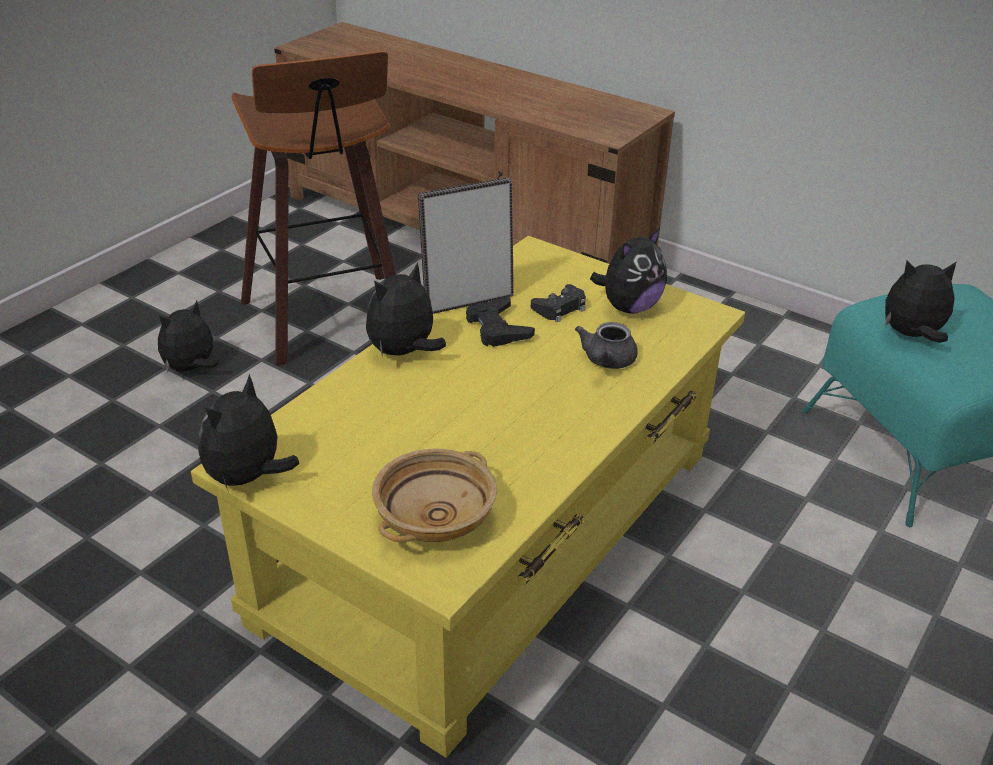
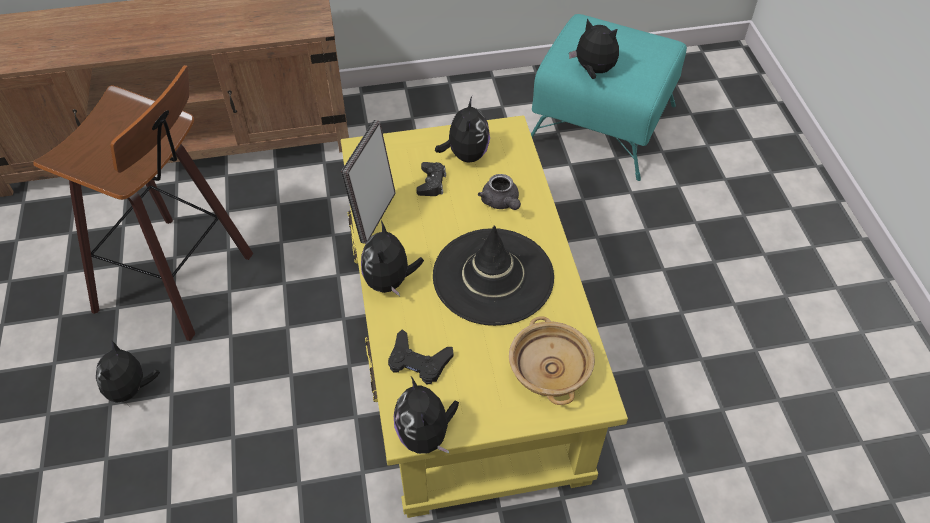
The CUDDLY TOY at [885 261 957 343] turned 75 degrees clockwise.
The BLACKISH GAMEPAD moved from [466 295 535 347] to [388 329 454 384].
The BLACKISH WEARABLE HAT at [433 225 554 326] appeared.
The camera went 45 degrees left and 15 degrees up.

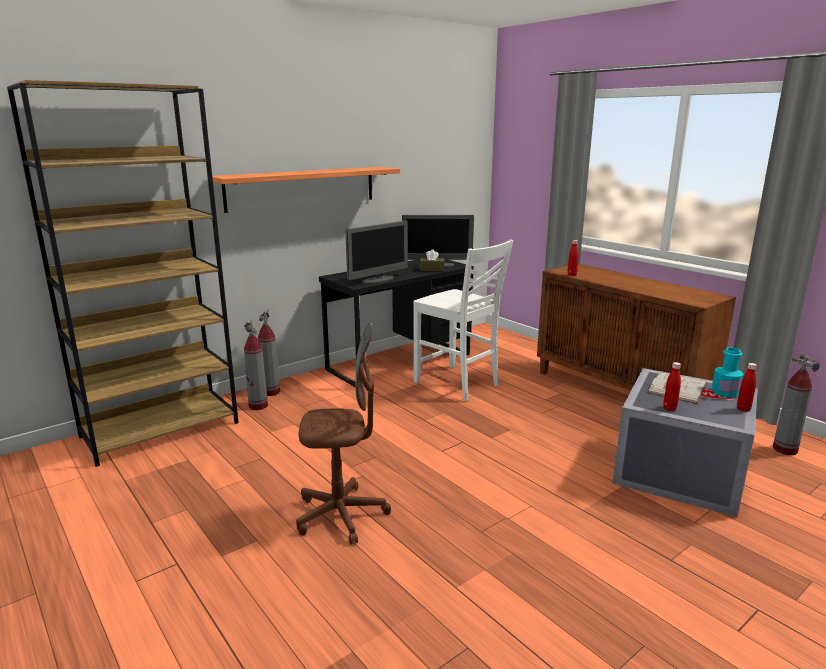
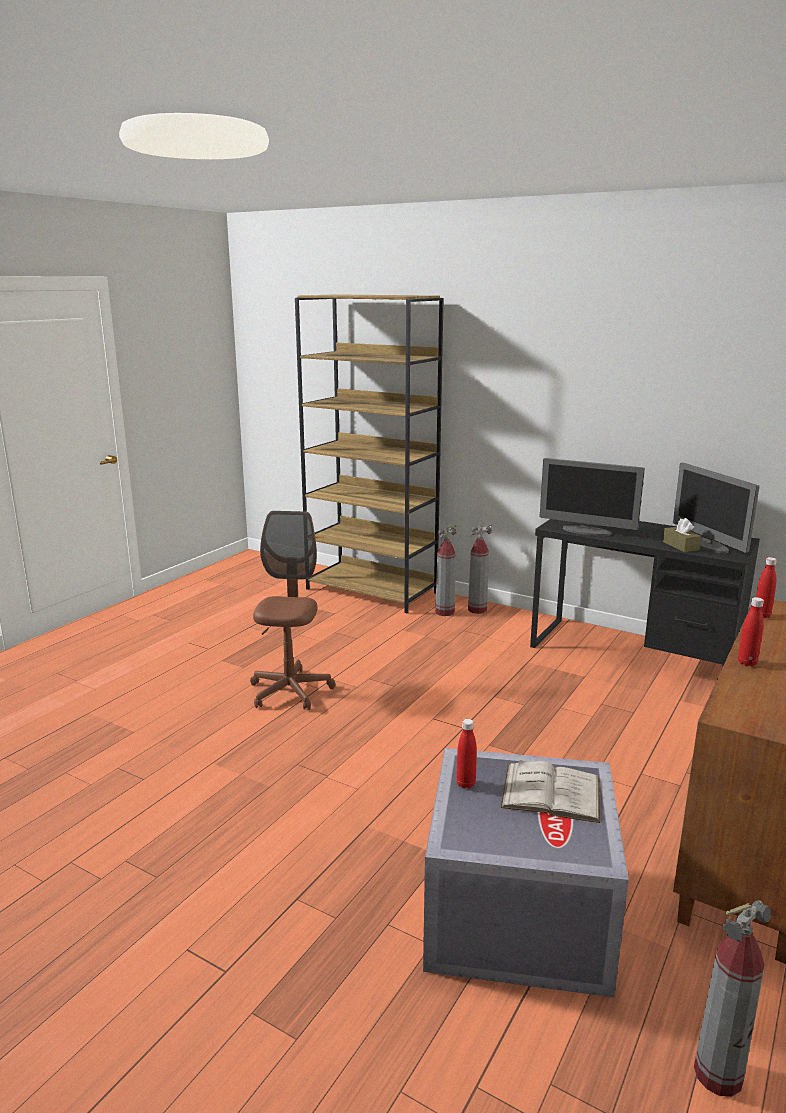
The BRACKET SHELF at [207 167 400 213] disappeared.
The WHITE-COLOURED PLAIN CHAIR at [413 240 513 401] disappeared.
The BROWNISH COMPUTER CHAIR at [296 322 391 545] turned 150 degrees counterclockwise.
The TURQUOISE-COLOURED BEVERAGE BOTTLE at [712 347 744 398] disappeared.
The REDDISH BEVERAGE BOTTLE moved from [737 363 757 412] to [738 597 764 666].
The camera went 70 degrees right and 0 degrees up.

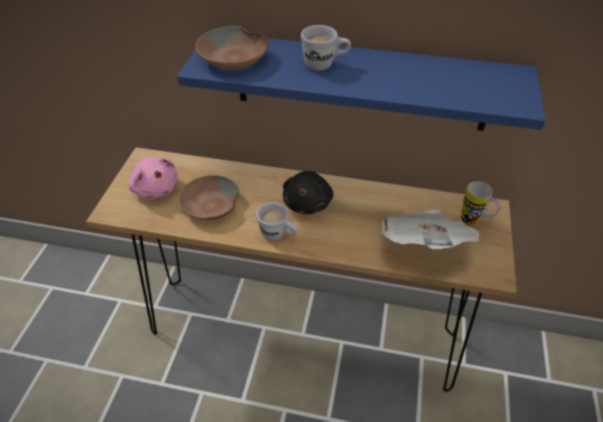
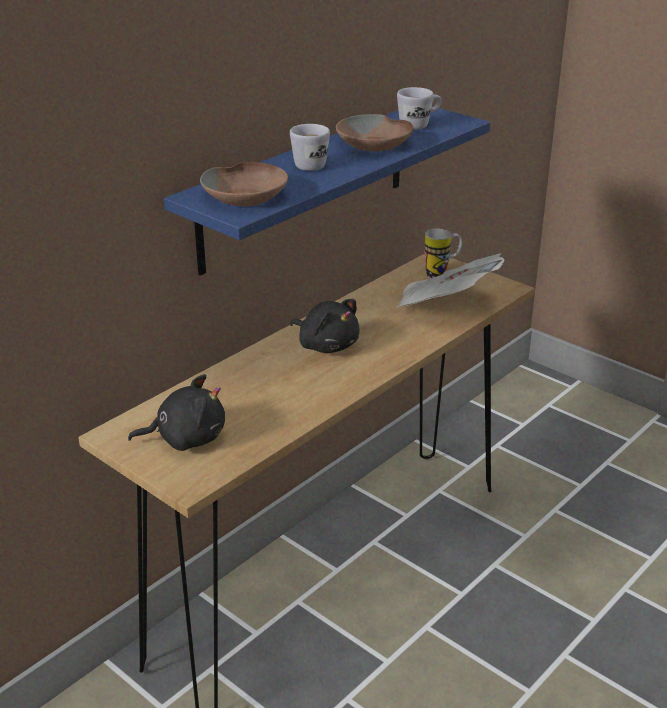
The PINKISH CUDDLY TOY at [128 157 178 200] became the BLACKISH CUDDLY TOY at [128 374 225 451].
The BROWNISH DEEP DISH moved from [179 175 240 220] to [336 114 414 151].
The WHITE-COLOURED MUG moved from [256 202 298 241] to [397 87 442 130].
The camera went 60 degrees left and 15 degrees down.

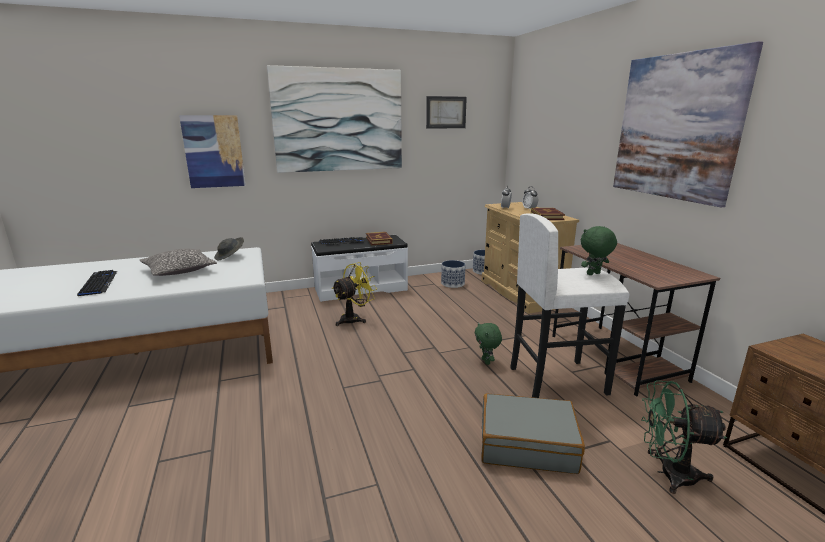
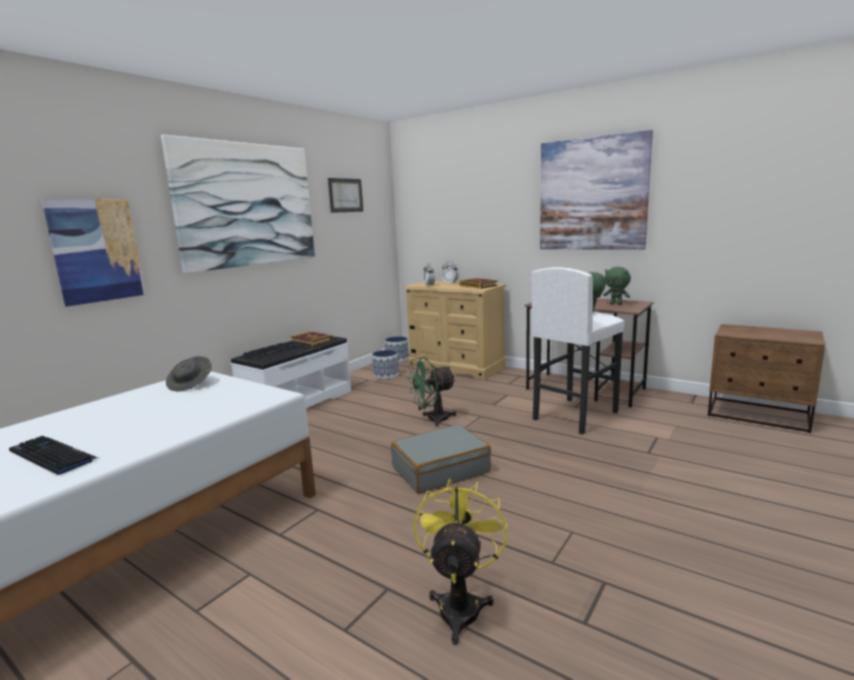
The CUSHION at [140 249 217 276] disappeared.
The YELLOW ELECTRIC FAN moved from [332 262 377 326] to [414 479 507 645].
The GREEN-COLOURED CUDDLY TOY moved from [475 322 502 365] to [603 267 631 305].
The GREEN-COLOURED ELECTRIC FAN moved from [641 380 727 494] to [407 357 456 427].
The GREYISH PIECE OF LUGGAGE moved from [481 393 585 474] to [391 424 491 494].
The camera went 35 degrees left and 5 degrees down.

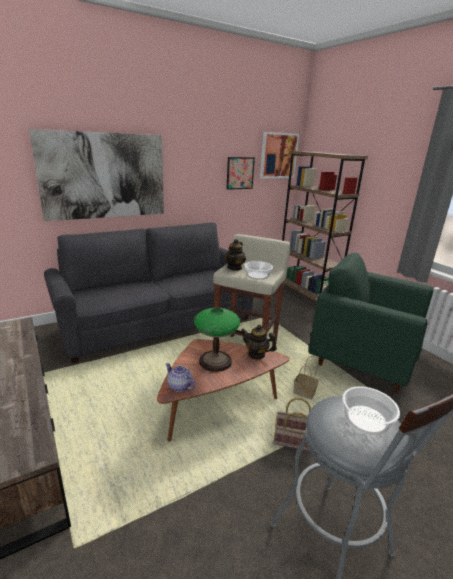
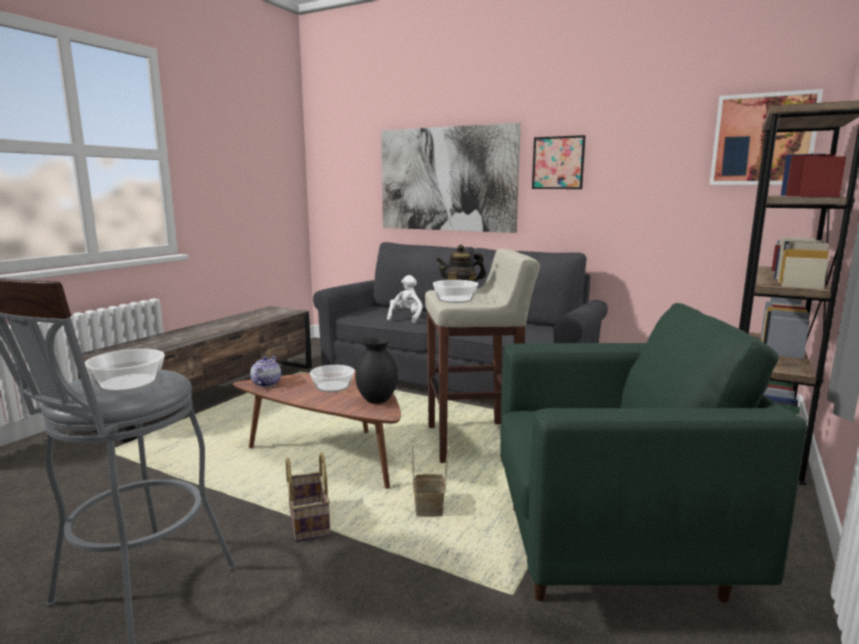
The PICTURE moved from [227 157 255 190] to [532 135 586 189].
The GREEN-COLOURED ARMCHAIR at [309 253 433 393] turned 90 degrees clockwise.
The TABLETOP LAMP at [194 308 240 372] was replaced by the DEEP DISH at [310 365 355 393].
The TEAPOT at [242 325 277 360] was replaced by the BLACKISH DECORATIVE VASE at [355 337 398 404].
The WHITE-COLOURED CUDDLY TOY at [387 275 423 323] appeared.
The camera went 60 degrees right and 10 degrees down.

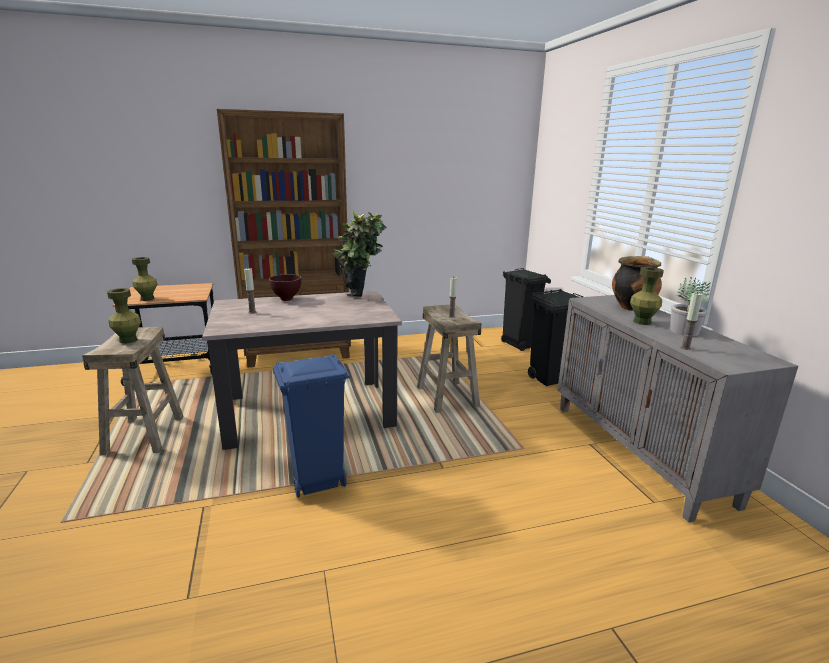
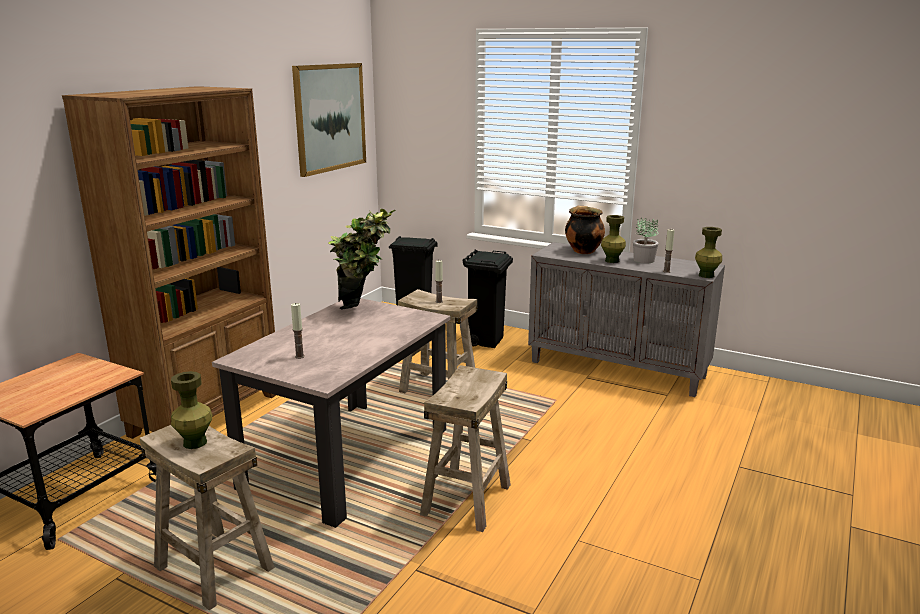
The GREEN-COLOURED DECORATIVE VASE moved from [132 257 157 301] to [695 227 722 278].
The BROWNISH DEEP DISH at [269 274 301 301] disappeared.
The BLUISH RUBBISH BIN at [273 354 350 498] was replaced by the BEIGE-COLOURED STOOL SEAT at [420 365 511 532].
The PICTURE at [292 63 366 177] appeared.
The camera went 45 degrees left and 0 degrees up.

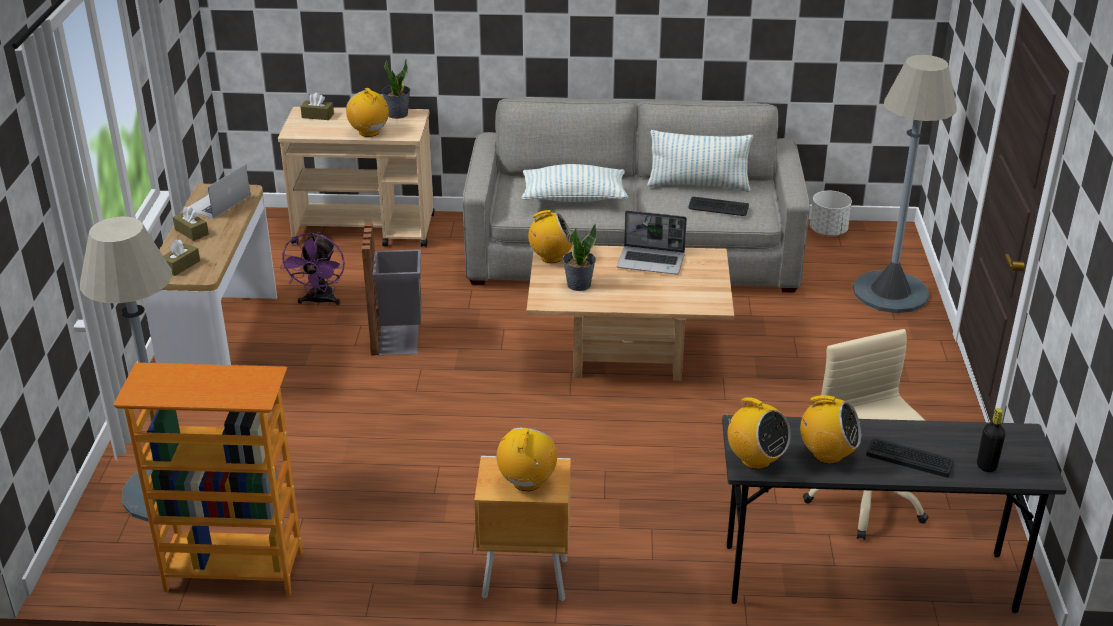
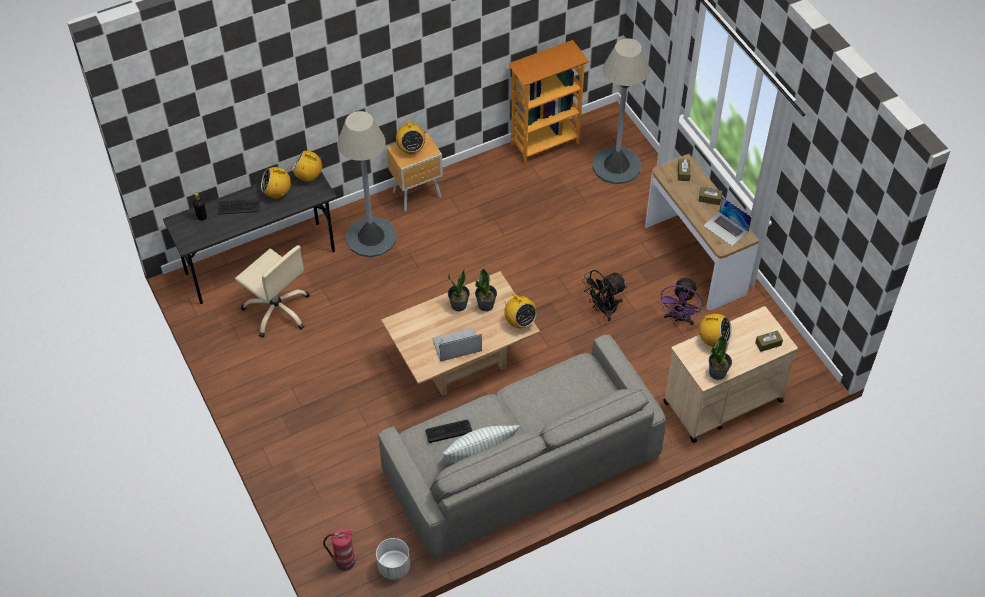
The GREYISH STANDARD LAMP moved from [853 55 957 313] to [337 111 396 257].
The NOTEBOOK COMPUTER at [189 164 251 219] turned 135 degrees clockwise.
The CUSHION at [521 164 629 202] disappeared.
The RADIO SET at [528 210 573 263] turned 90 degrees counterclockwise.
The GREYISH RUBBISH BIN at [362 222 422 356] was replaced by the BLACKISH ELECTRIC FAN at [582 270 627 321].
The PURPLISH ELECTRIC FAN at [280 232 345 306] turned 135 degrees counterclockwise.
The POTTED PLANT at [448 270 470 311] appeared.
The EXTINGUISHER at [323 529 355 571] appeared.
The camera went 150 degrees right and 20 degrees up.

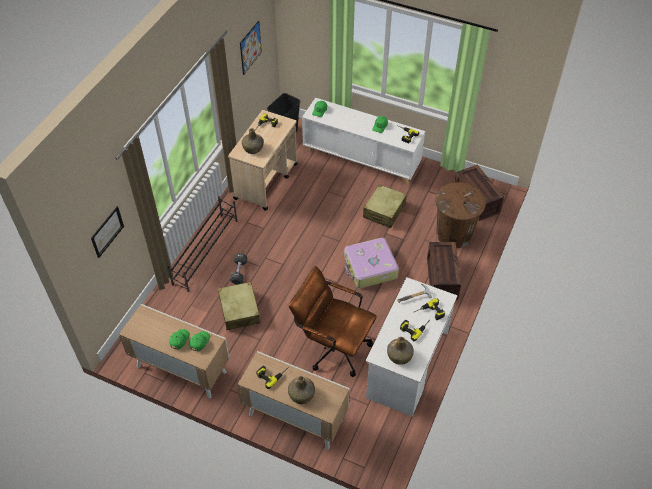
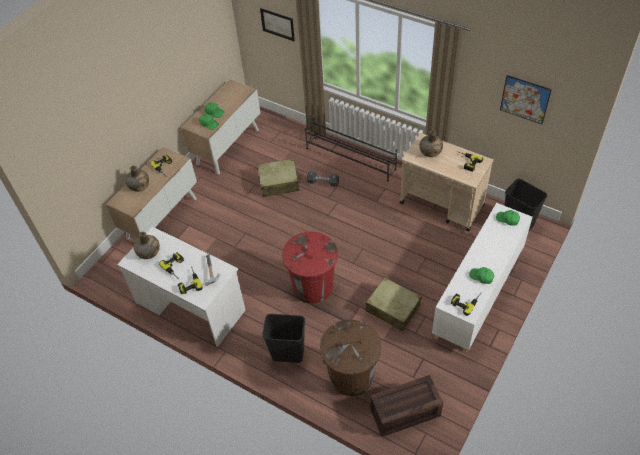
The PIECE OF LUGGAGE at [344 238 399 288] was replaced by the REDDISH RUBBISH BIN at [282 232 338 303].
The CRATE at [427 242 461 300] was replaced by the BLACKISH RUBBISH BIN at [262 314 305 363].
The BROWNISH COMPUTER CHAIR at [289 266 377 377] disappeared.
The camera went 100 degrees right and 0 degrees up.

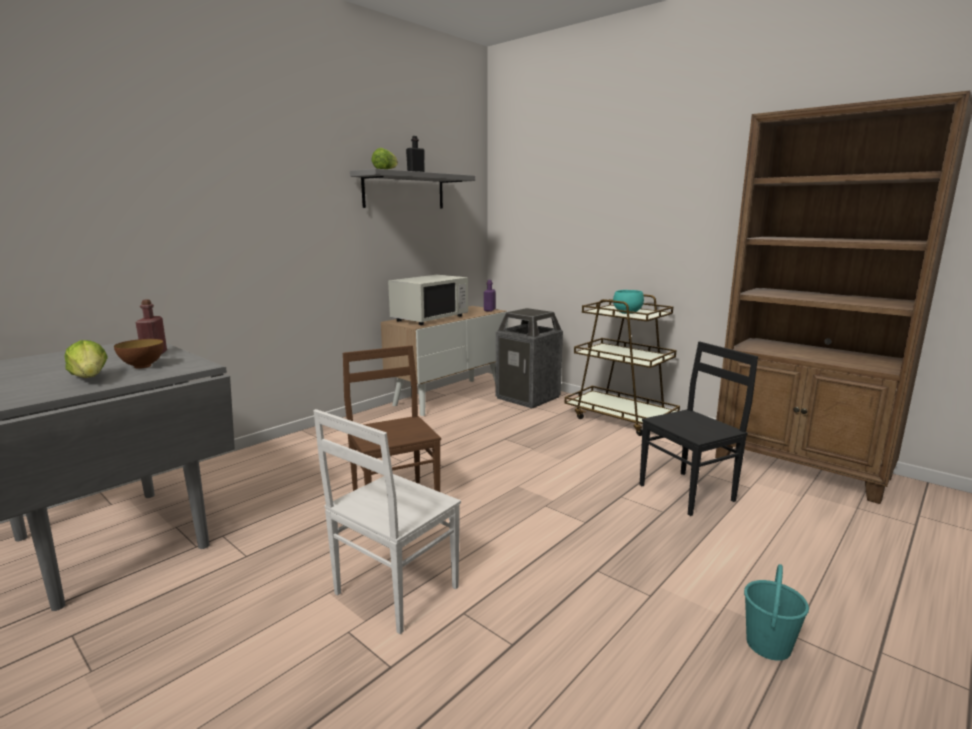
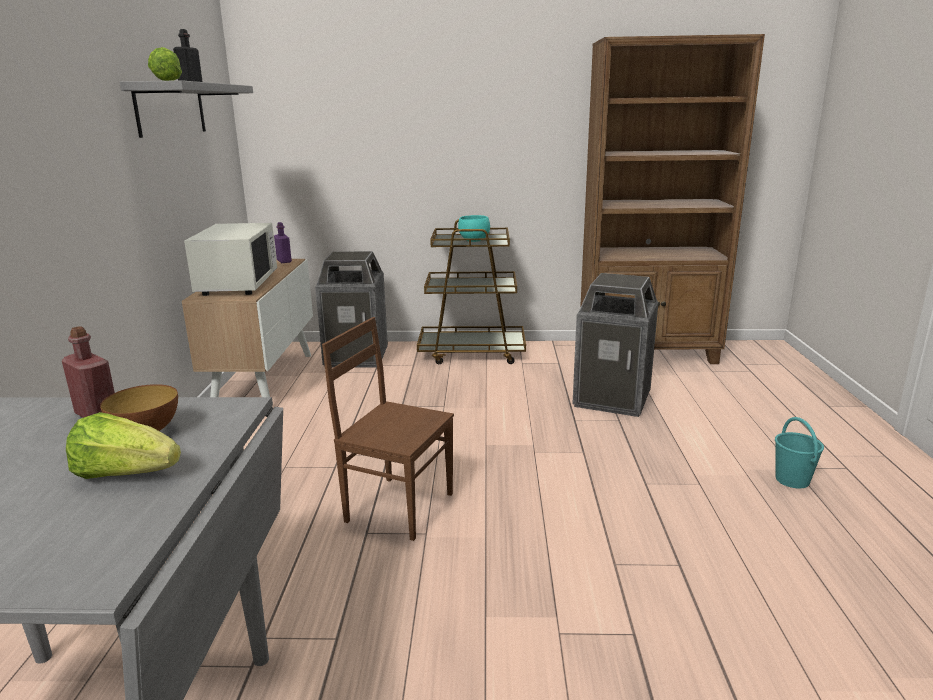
The BLACKISH PLAIN CHAIR at [640 342 758 516] was replaced by the RUBBISH BIN at [572 273 658 417].
The WHITE-COLOURED PLAIN CHAIR at [313 409 461 634] disappeared.
The camera went 40 degrees left and 5 degrees up.

